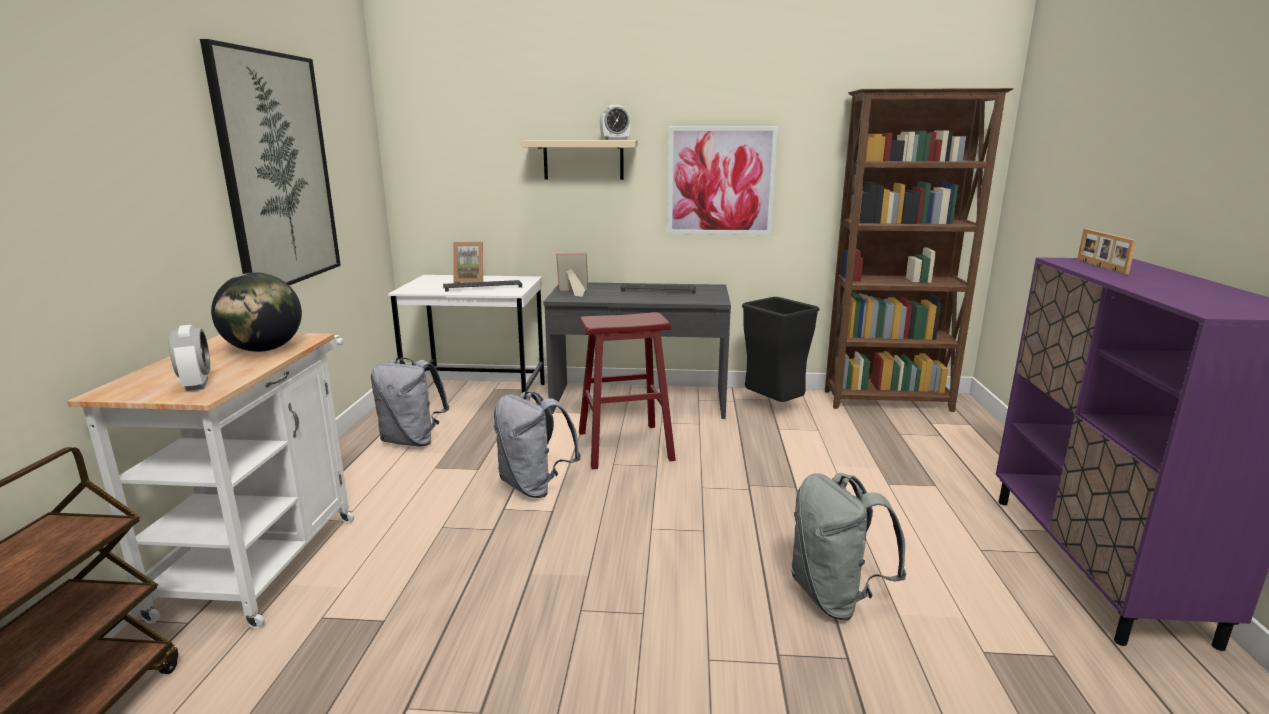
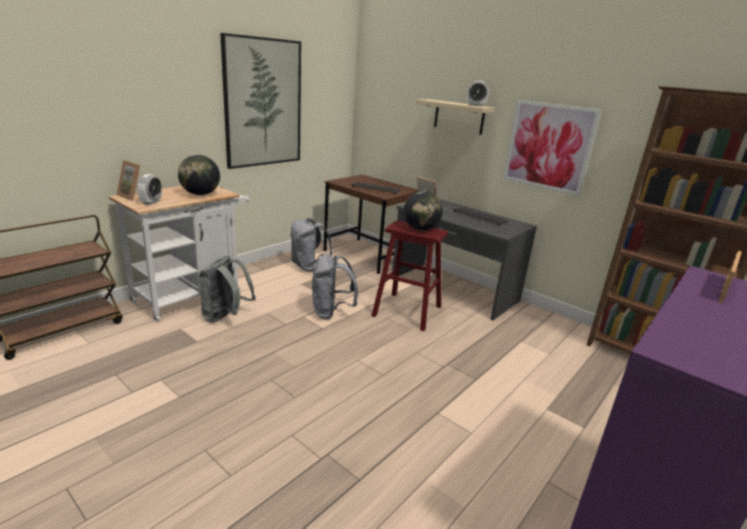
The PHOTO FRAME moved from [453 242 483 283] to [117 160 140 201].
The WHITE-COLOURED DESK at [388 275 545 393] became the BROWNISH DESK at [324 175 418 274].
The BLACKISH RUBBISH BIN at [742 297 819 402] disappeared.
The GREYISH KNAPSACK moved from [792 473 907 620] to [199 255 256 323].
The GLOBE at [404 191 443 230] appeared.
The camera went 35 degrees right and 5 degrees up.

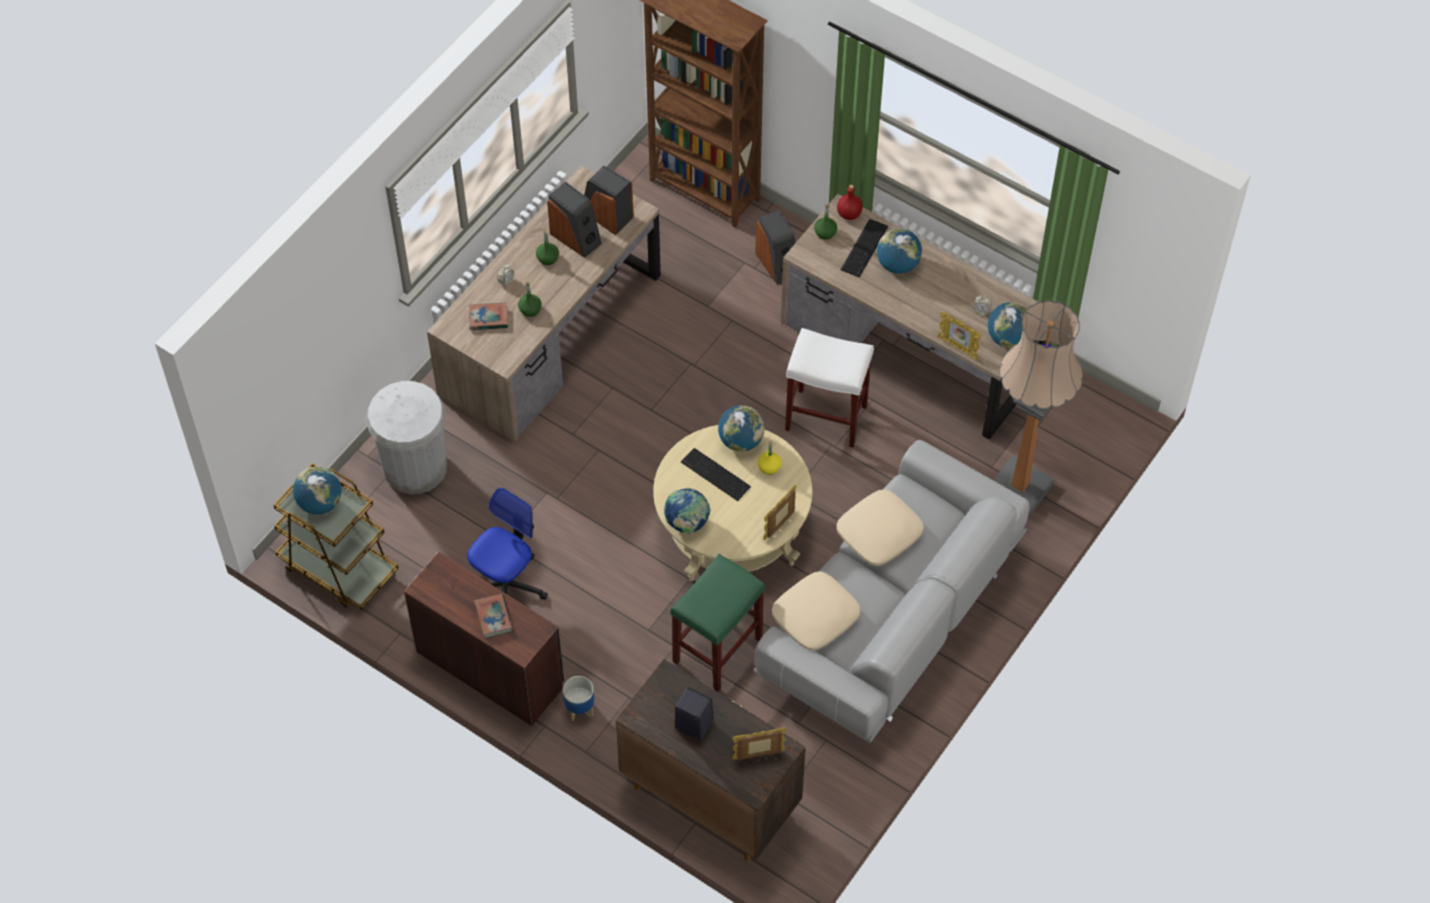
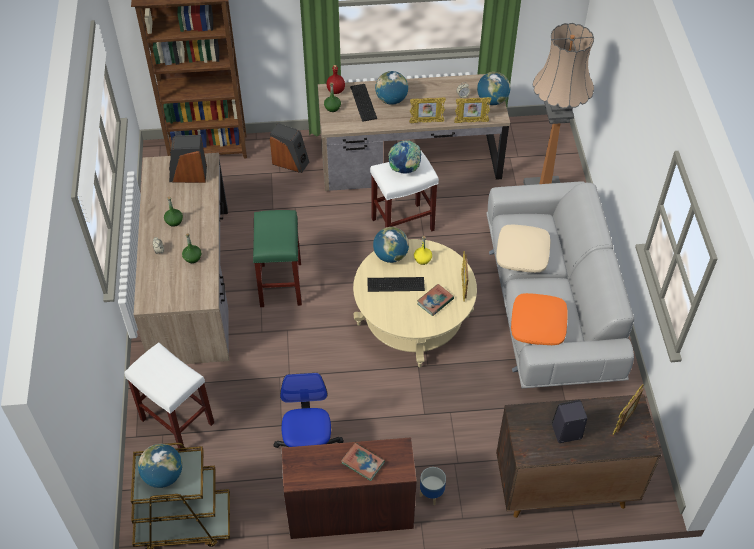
The AUDIO SPEAKER at [547 182 602 258] disappeared.
The BOOK moved from [469 302 508 330] to [417 284 454 316].
The WHITE-COLOURED RUBBISH BIN at [366 381 447 494] was replaced by the WHITE-COLOURED STOOL SEAT at [124 342 214 451].
The GLOBE moved from [664 488 710 534] to [388 140 421 174].
The GREEN-COLOURED STOOL SEAT moved from [670 554 765 692] to [253 210 302 307].
The BEIGE-COLOURED CUSHION at [772 572 860 651] became the ORANGE-COLOURED CUSHION at [511 293 568 345].
The PHOTO FRAME at [409 98 446 123] appeared.
The camera went 40 degrees left and 5 degrees down.

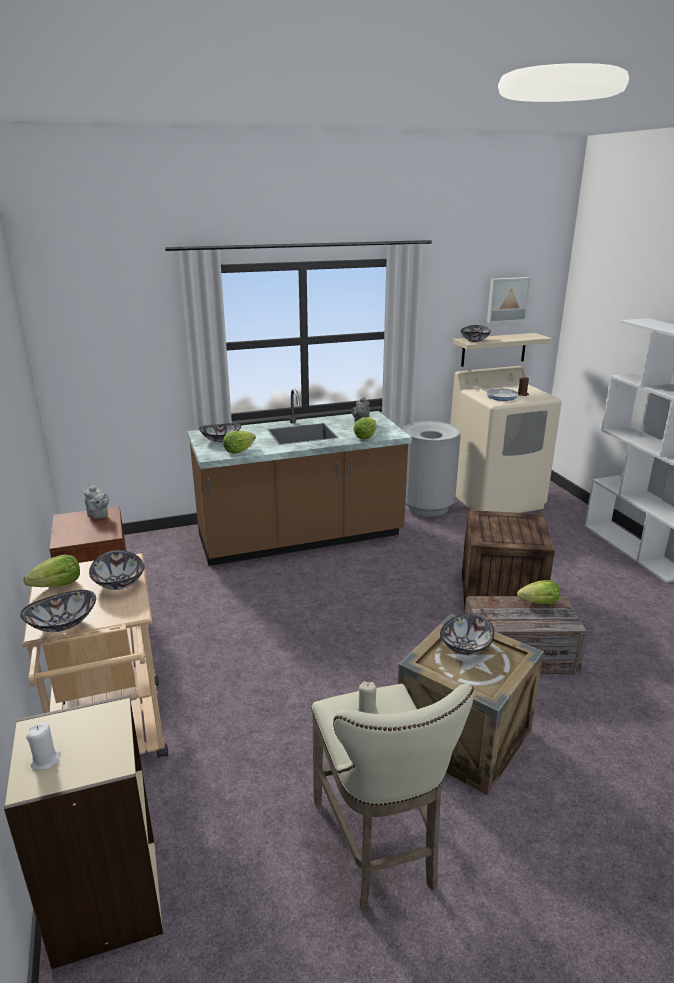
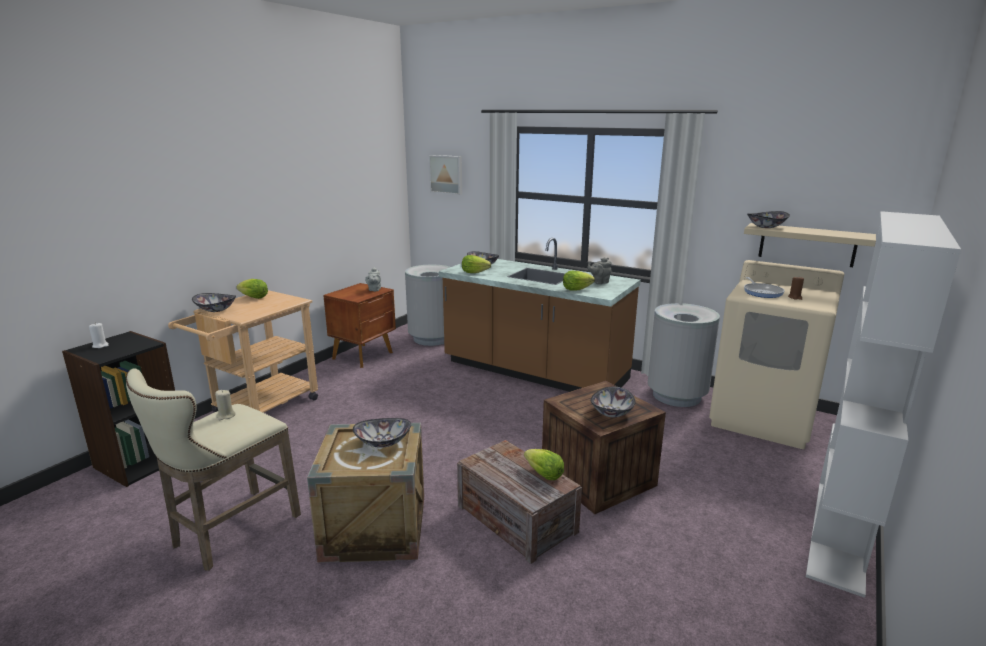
The PICTURE moved from [487 277 531 323] to [429 155 462 195].
The DEEP DISH moved from [89 550 145 590] to [591 387 635 417].
The BEIGE-COLOURED SHELVING UNIT at [4 695 163 969] became the BLACKISH SHELVING UNIT at [62 331 175 487].
The GREYISH RUBBISH BIN at [405 265 450 346] appeared.
The camera went 50 degrees right and 5 degrees down.

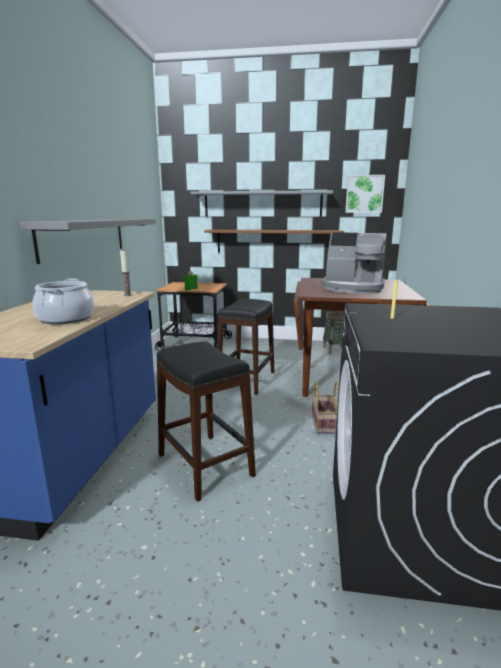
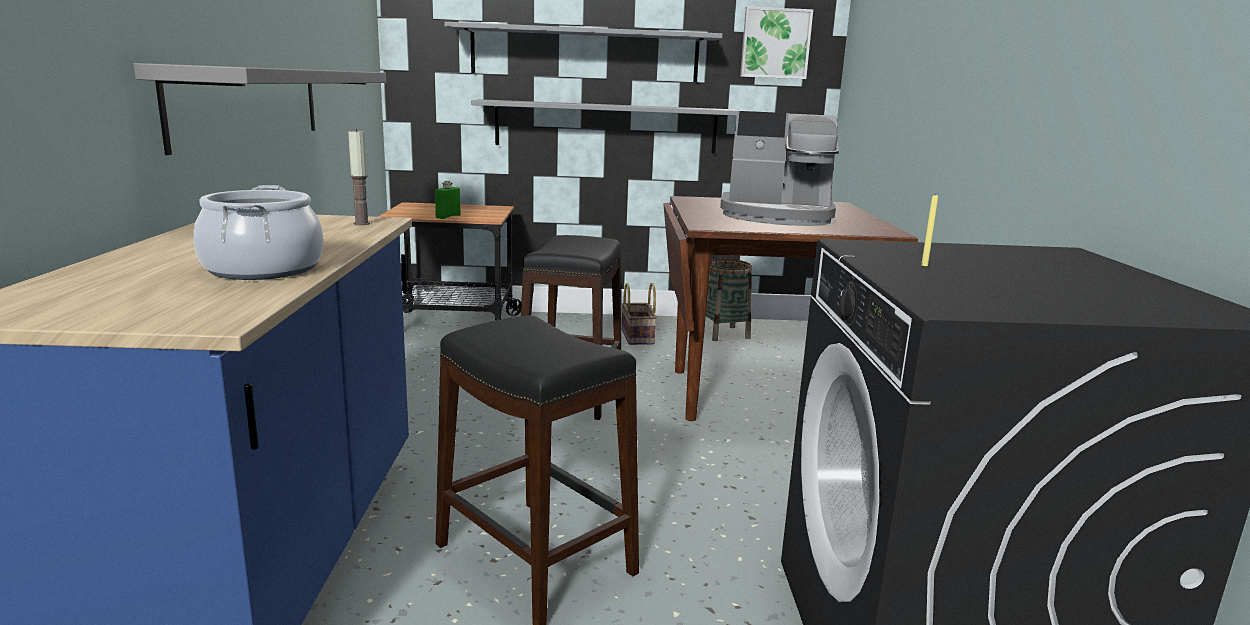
The BROWNISH BRACKET SHELF at [204 230 344 253] became the GREYISH BRACKET SHELF at [471 99 739 153].
The STORAGE BASKET moved from [312 382 339 433] to [621 283 657 345].
The camera went 10 degrees left and 0 degrees up.

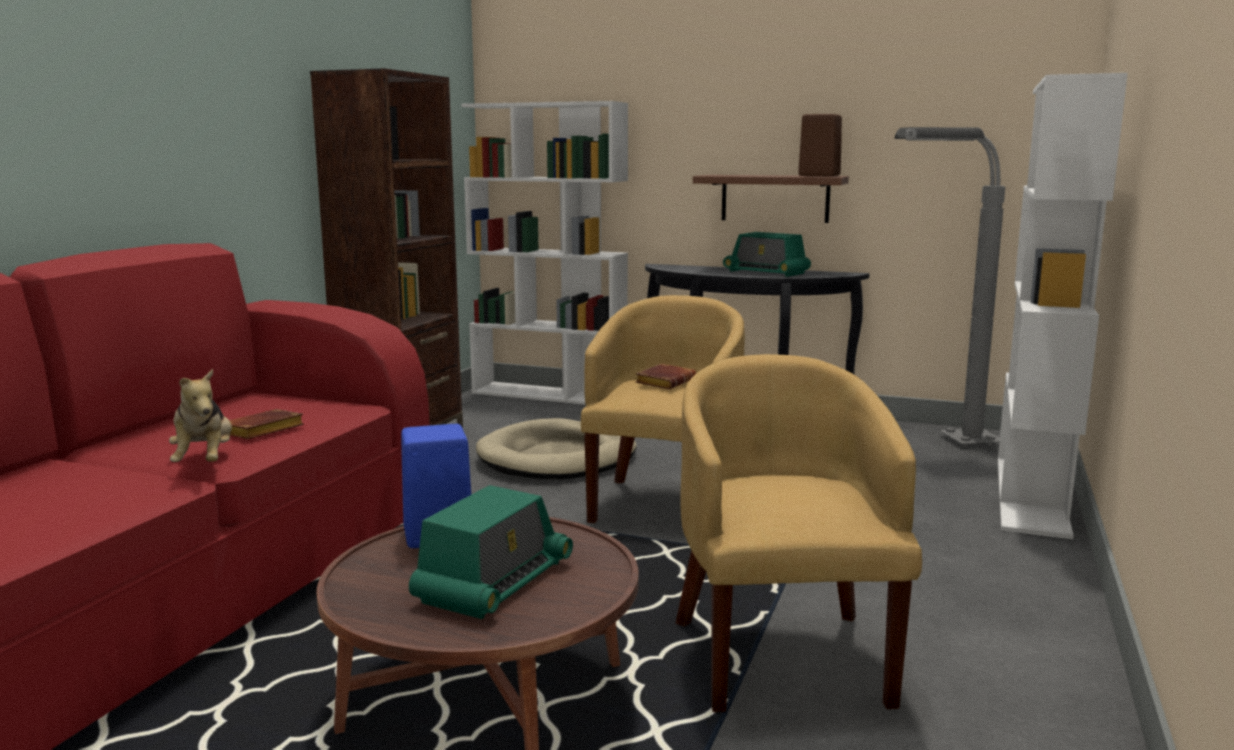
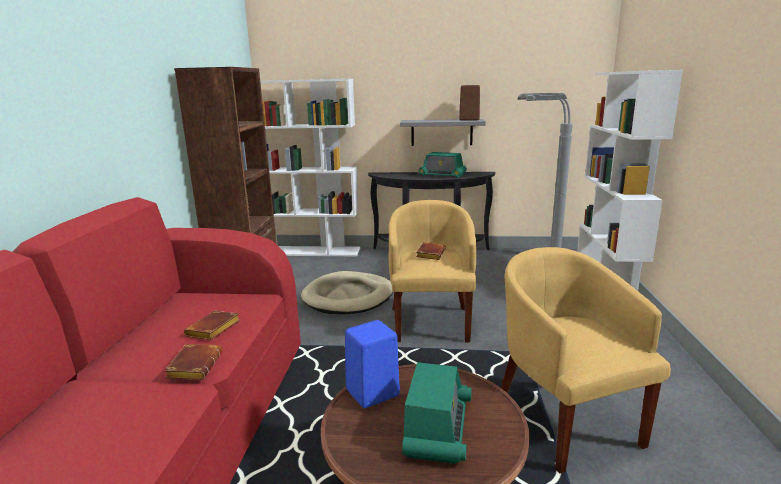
The BROWNISH BRACKET SHELF at [693 175 849 223] became the GREYISH BRACKET SHELF at [400 119 486 146].
The CUDDLY TOY at [169 369 232 462] was replaced by the BROWNISH BOOK at [164 344 223 380].
The camera went 15 degrees left and 5 degrees up.

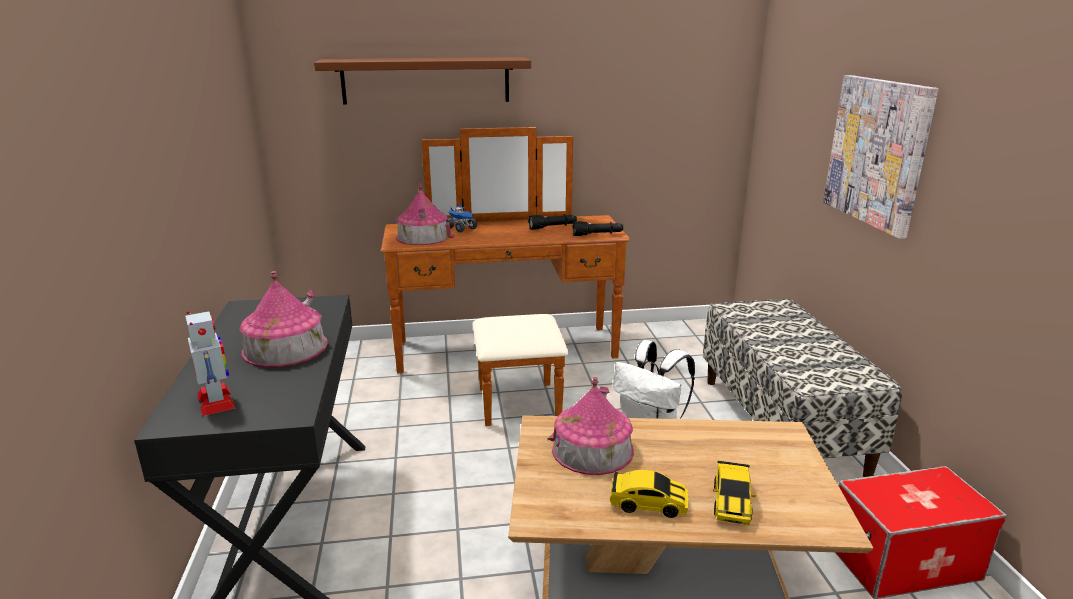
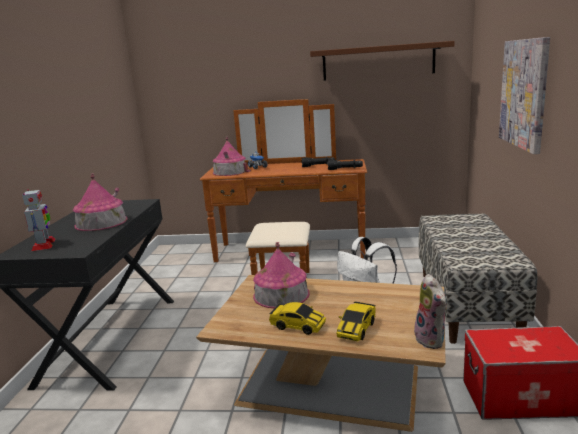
The BROWNISH BRACKET SHELF moved from [314 57 531 105] to [310 41 455 81].
The CUDDLY TOY at [414 274 447 349] appeared.
The camera went 15 degrees right and 5 degrees down.

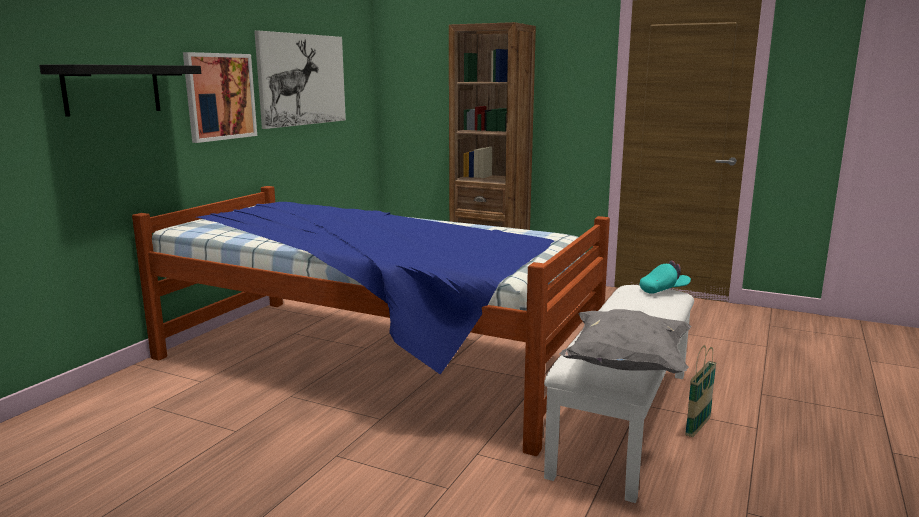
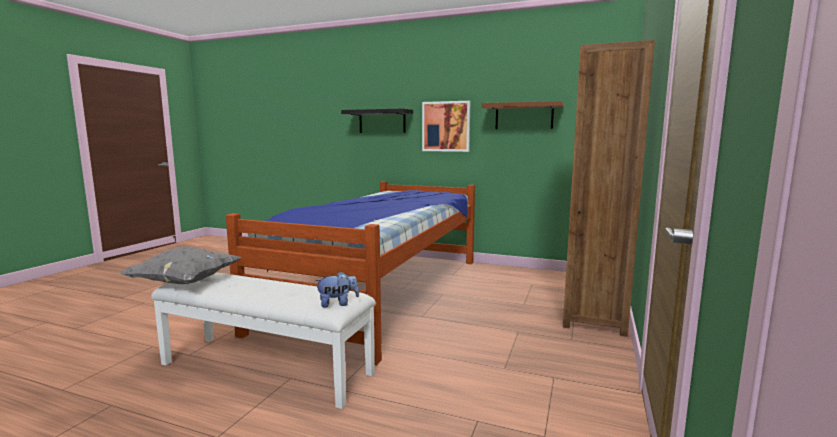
The PICTURE at [254 31 346 129] was replaced by the BROWNISH BRACKET SHELF at [482 101 564 129].
The TURQUOISE-COLOURED BASEBALL CAP at [640 260 691 294] was replaced by the CUDDLY TOY at [315 272 359 308].
The STORAGE BASKET at [685 345 716 437] disappeared.
The camera went 85 degrees right and 5 degrees down.

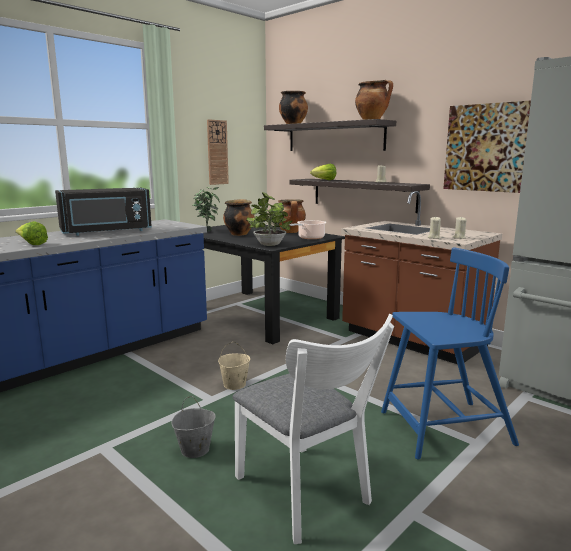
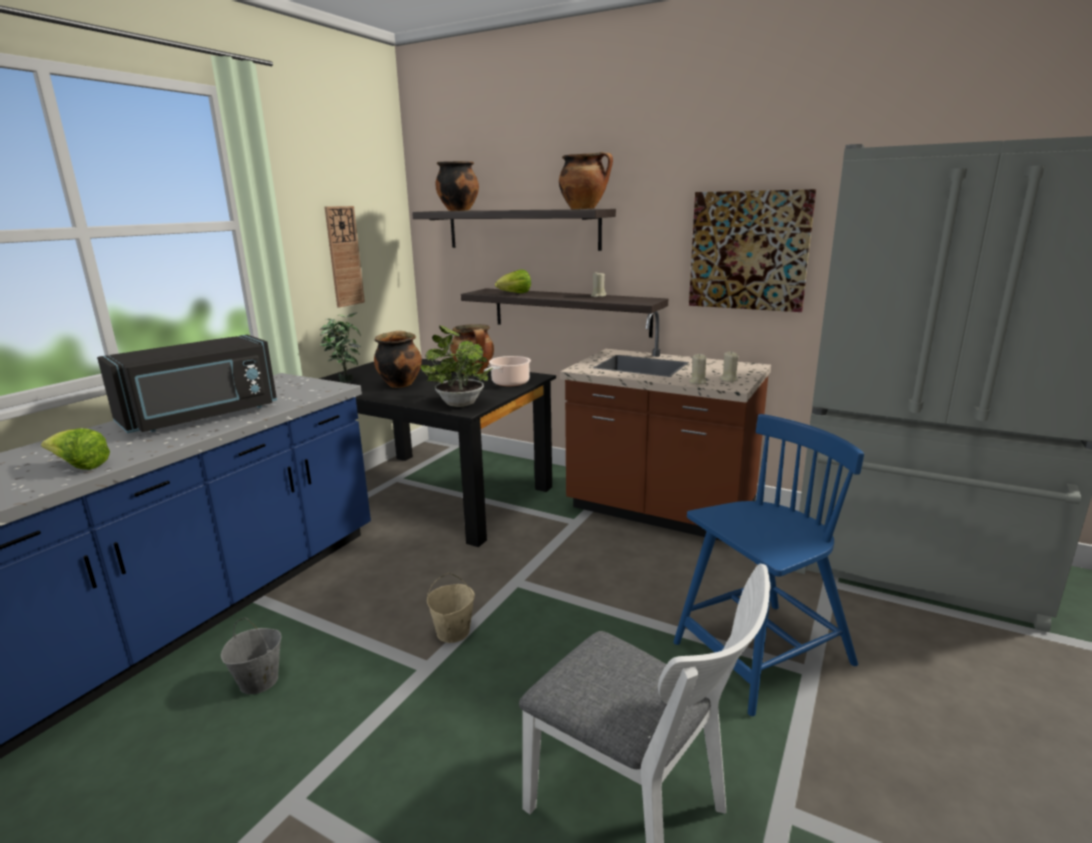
The GREYISH PAIL moved from [171 396 216 458] to [221 618 281 694].
The camera went 15 degrees left and 5 degrees up.

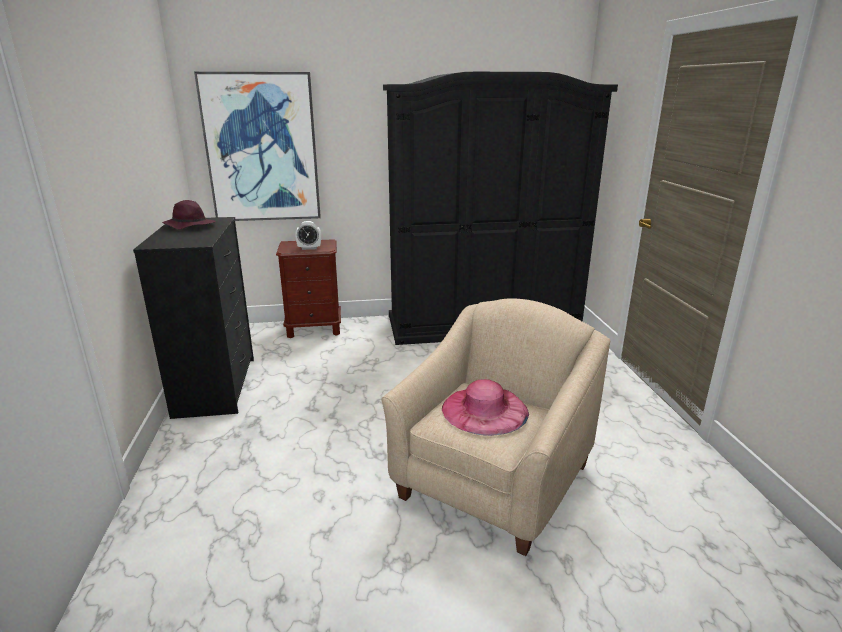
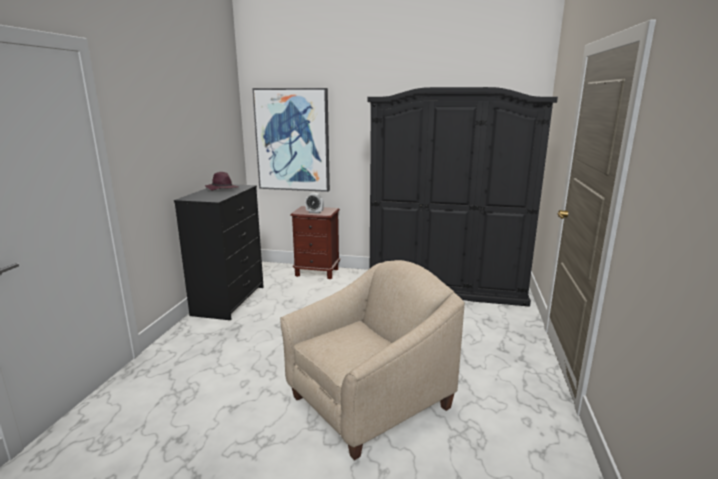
The PINKISH WEARABLE HAT at [442 379 529 436] disappeared.
The camera went 20 degrees right and 5 degrees down.

